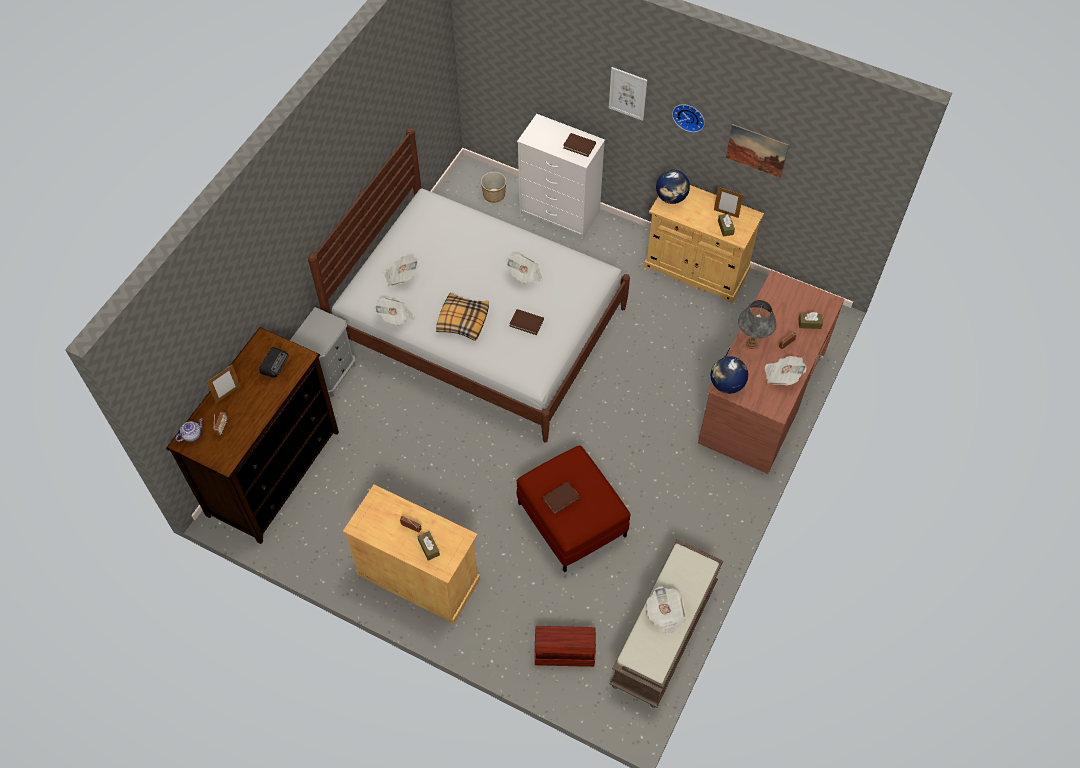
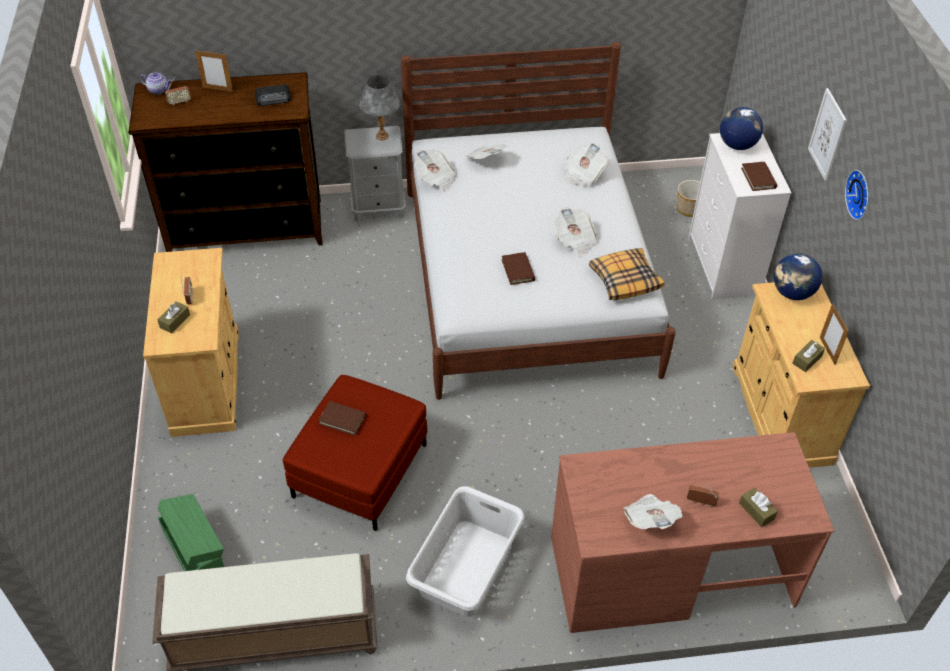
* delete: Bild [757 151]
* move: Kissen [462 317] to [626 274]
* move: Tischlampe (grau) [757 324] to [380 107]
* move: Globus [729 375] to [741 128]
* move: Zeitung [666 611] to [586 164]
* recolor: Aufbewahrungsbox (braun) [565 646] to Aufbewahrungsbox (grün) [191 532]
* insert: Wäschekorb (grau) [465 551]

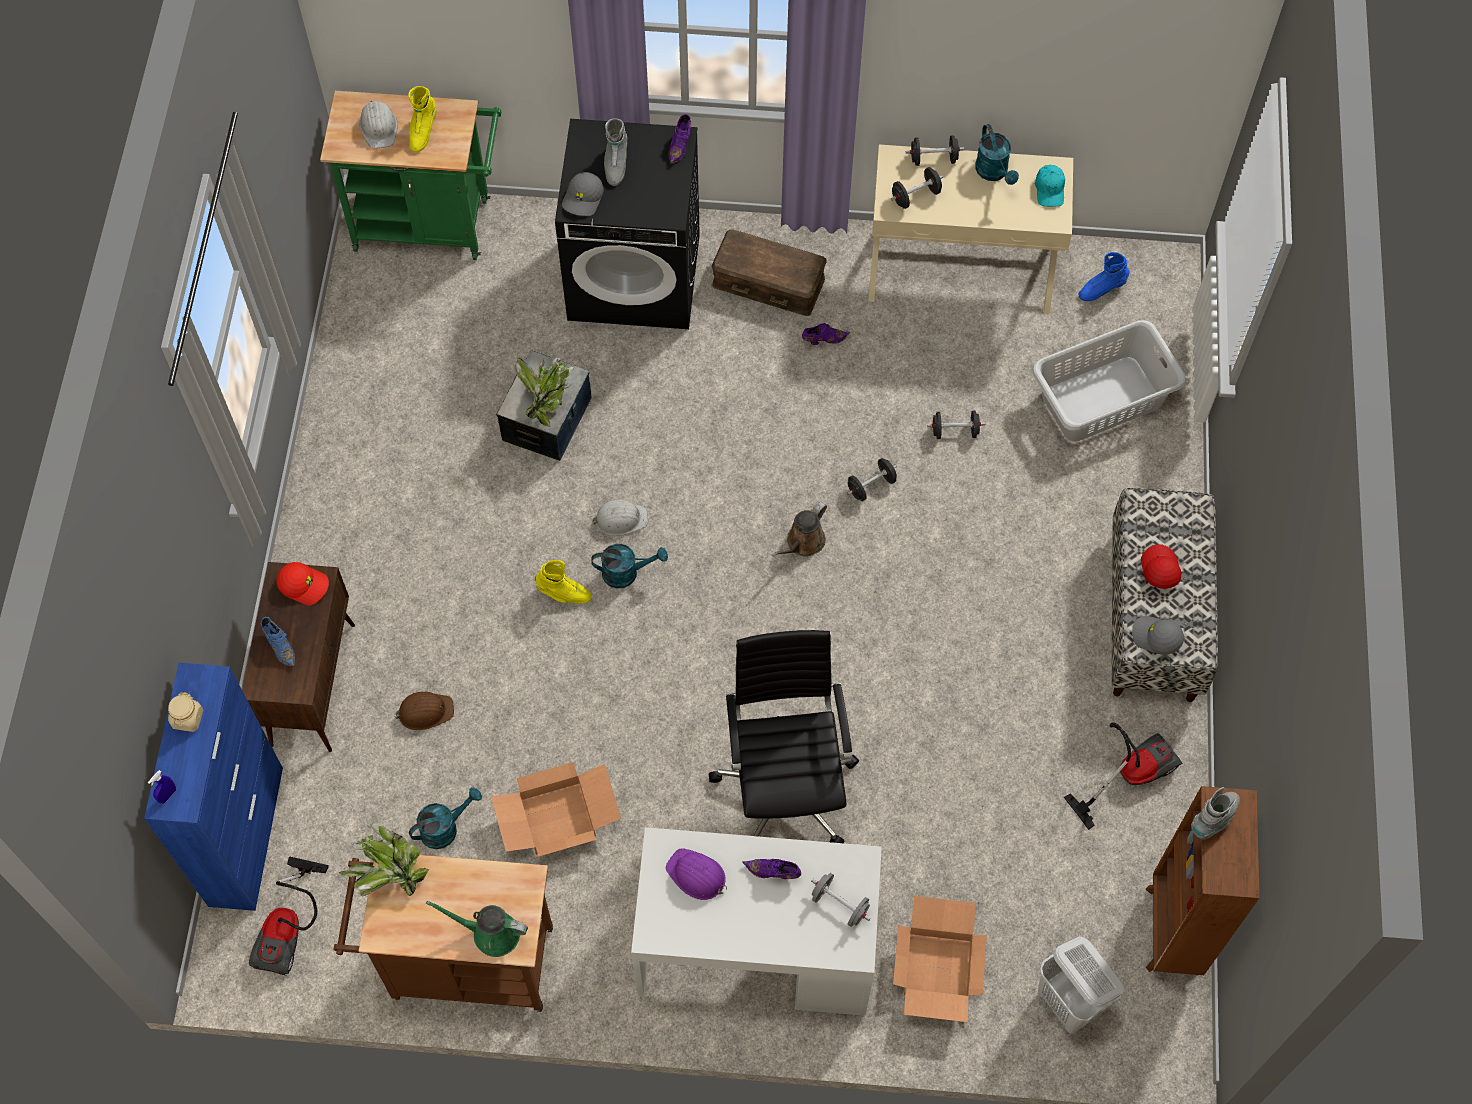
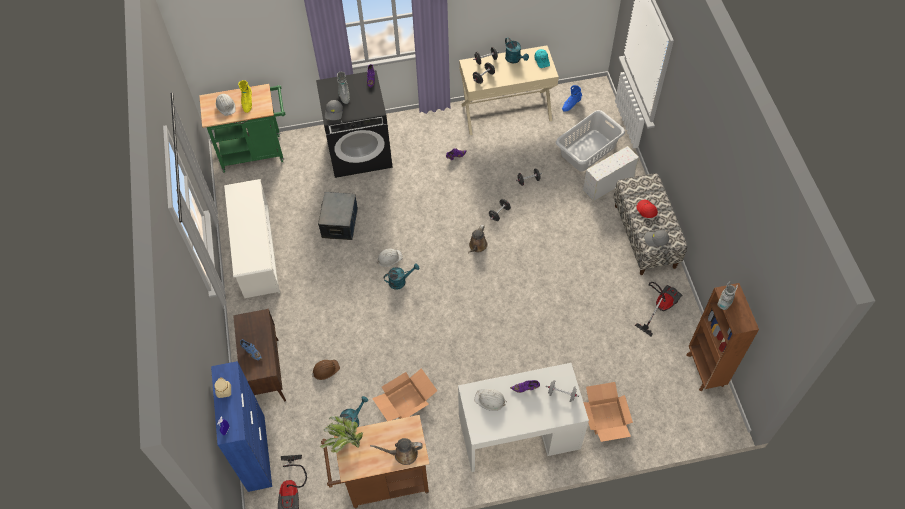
* delete: Aufbewahrungsbox (braun) [769 272]
* delete: Topfpflanze [544 392]
* delete: Stiefel (gelb) [563 582]
* delete: Kappe (rot) [303 583]
* delete: Bürostuhl (schwarz) [784 736]
* recolor: Schutzhelm (lila) [696 874] to Schutzhelm (weiß) [490 400]
* recolor: Gießkanne (grün) [477 929] to Gießkanne (braun) [396 451]
* delete: Wäschekorb (weiß) [1081 985]
* insert: Aufbewahrungsbox (weiß) [611 174]
* insert: Schuhregal (weiß) [252 238]

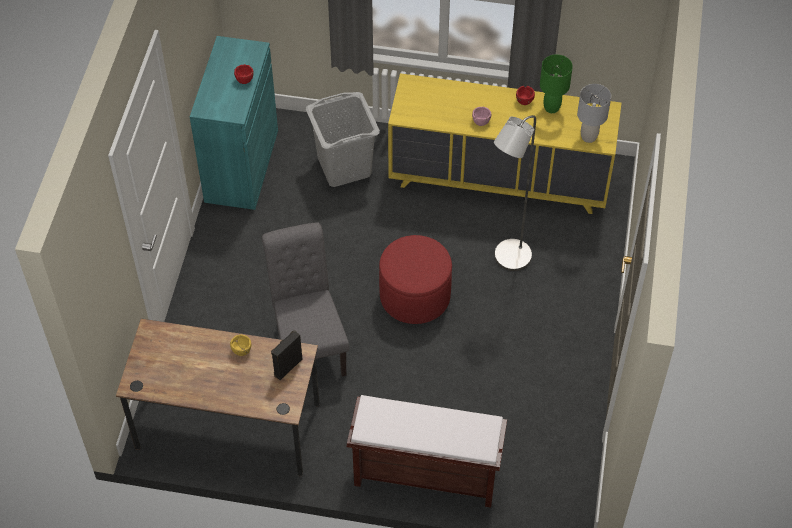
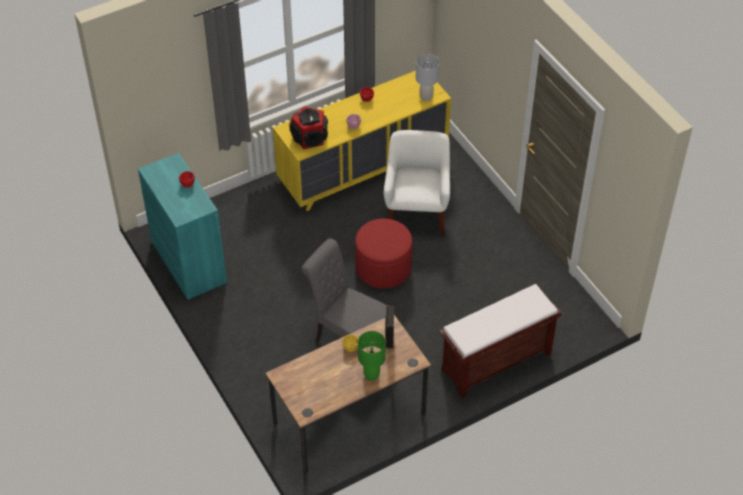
* move: Tischlampe (grün) [556 83] to [372 356]
* delete: Wäschekorb (grau) [343 139]
* replace: Stehlampe (grau) [515 193] to Sessel (weiß) [417 183]
* insert: Lautsprecher [308 127]

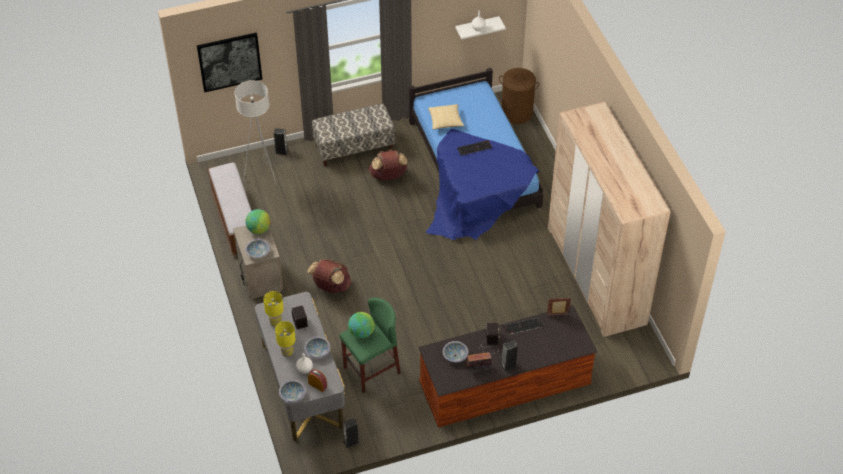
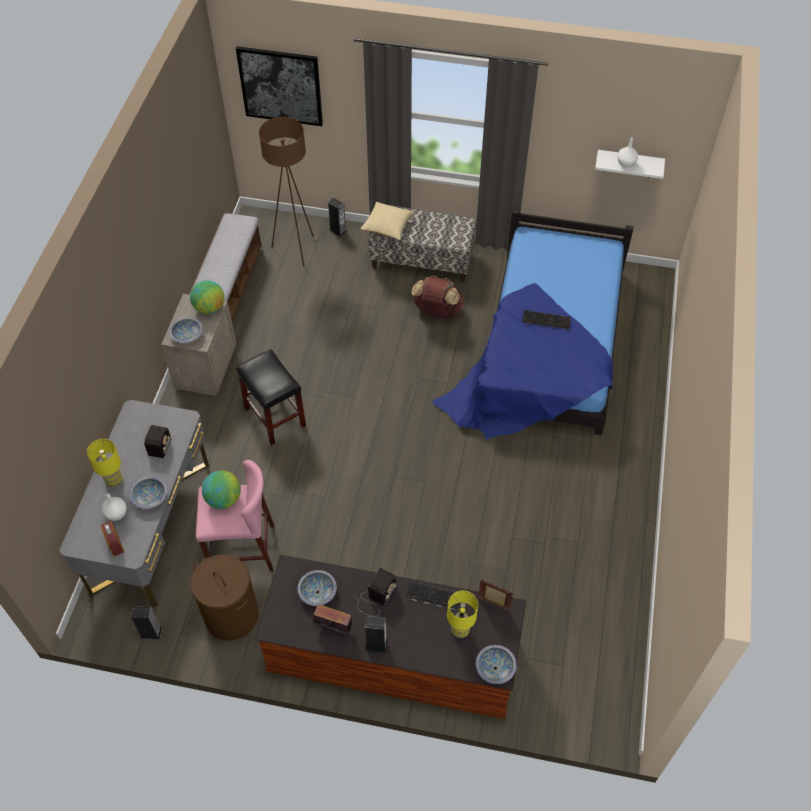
* move: Wäschekorb (braun) [519 96] to [225 597]
* recolor: Stehlampe (weiß) [256 132] to Stehlampe (braun) [286 192]
* delete: Kleiderschrank (beige) [609 219]
* move: Kissen [446 117] to [387 221]
* replace: Rucksack (braun) [329 276] to Hocker (schwarz) [271 397]
* move: Tischlampe (gelb) [273 309] to [462 614]
* recolor: Hocker (grün) [370 345] to Hocker (rosa) [235 516]
* move: Schüssel [292 391] to [496 664]

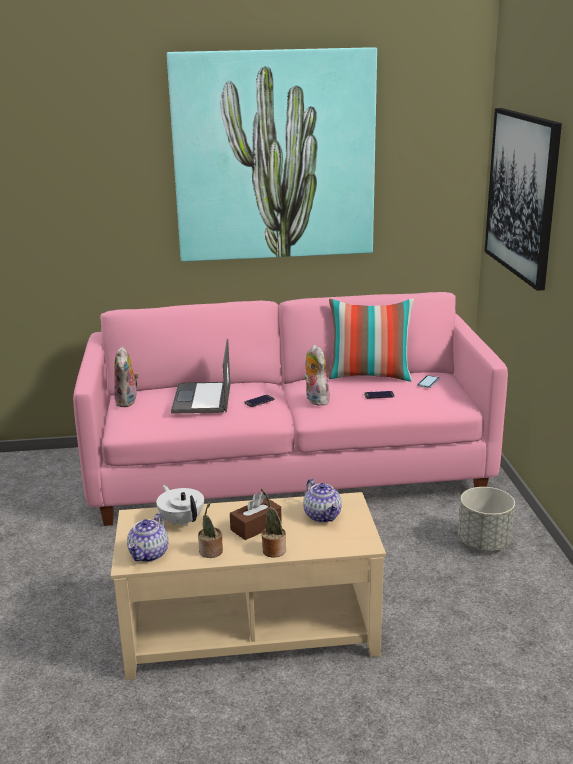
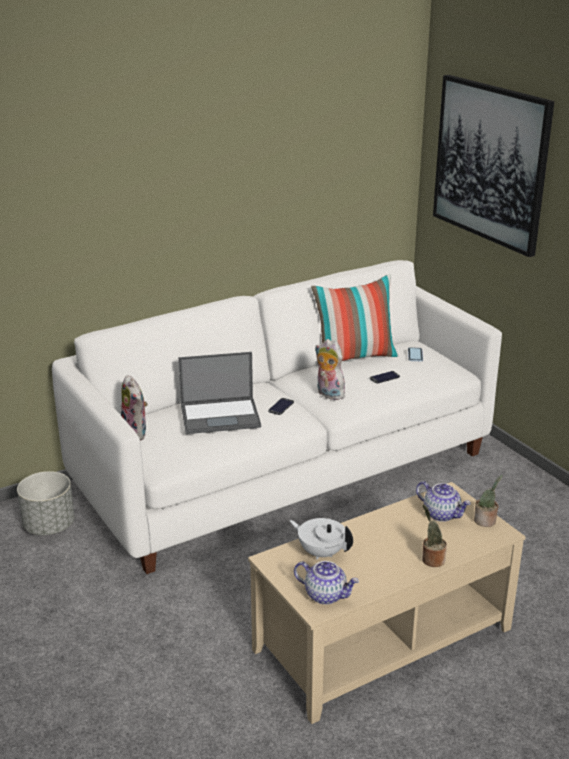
* delete: Bild [272 154]
* recolor: Sofa (rosa) [290 409] to Sofa (weiß) [277 417]
* rotate: Laptop [200 376] = [219 393] 75 degrees counterclockwise
* move: Pflanzkübel (grau) [486 519] to [46 503]
* delete: Taschentuchbox (braun) [256 516]
* move: Topfpflanze [210 529] to [488 501]
* rotate: Teekanne [147 537] = [326 583] 60 degrees counterclockwise

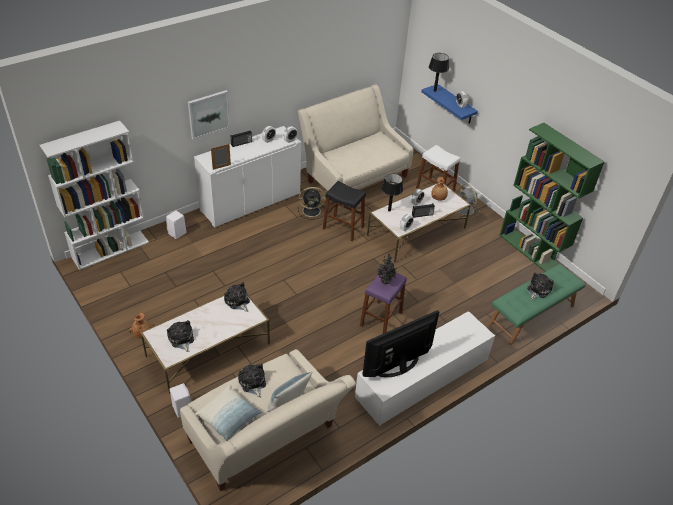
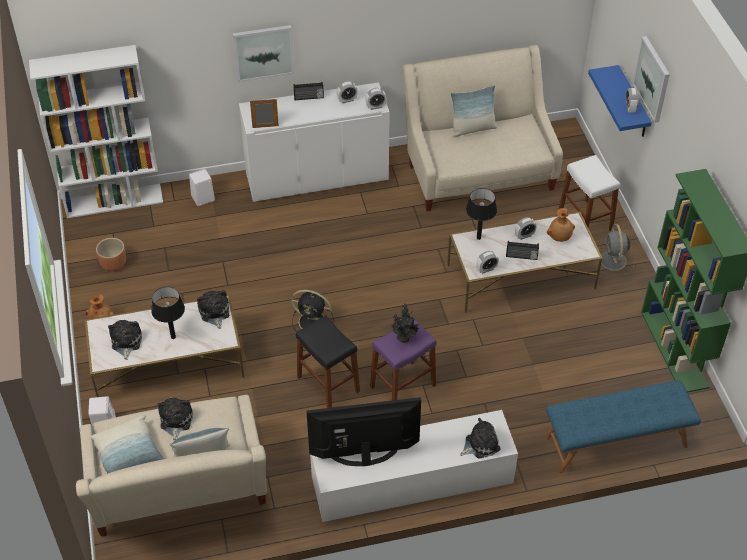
* move: Tischlampe (schwarz) [439 72] to [168 313]
* move: Hocker (schwarz) [344 211] to [328 361]
* move: Ventilator (schwarz) [311 203] to [312 311]
* recolor: Bank (grün) [537 304] to Bank (blau) [623 427]
* move: Plüschtier [540 286] to [480 438]
* insert: Bild [651 79]
* insert: Kissen [473 111]
* insert: Pflanzkübel (braun) [111 254]

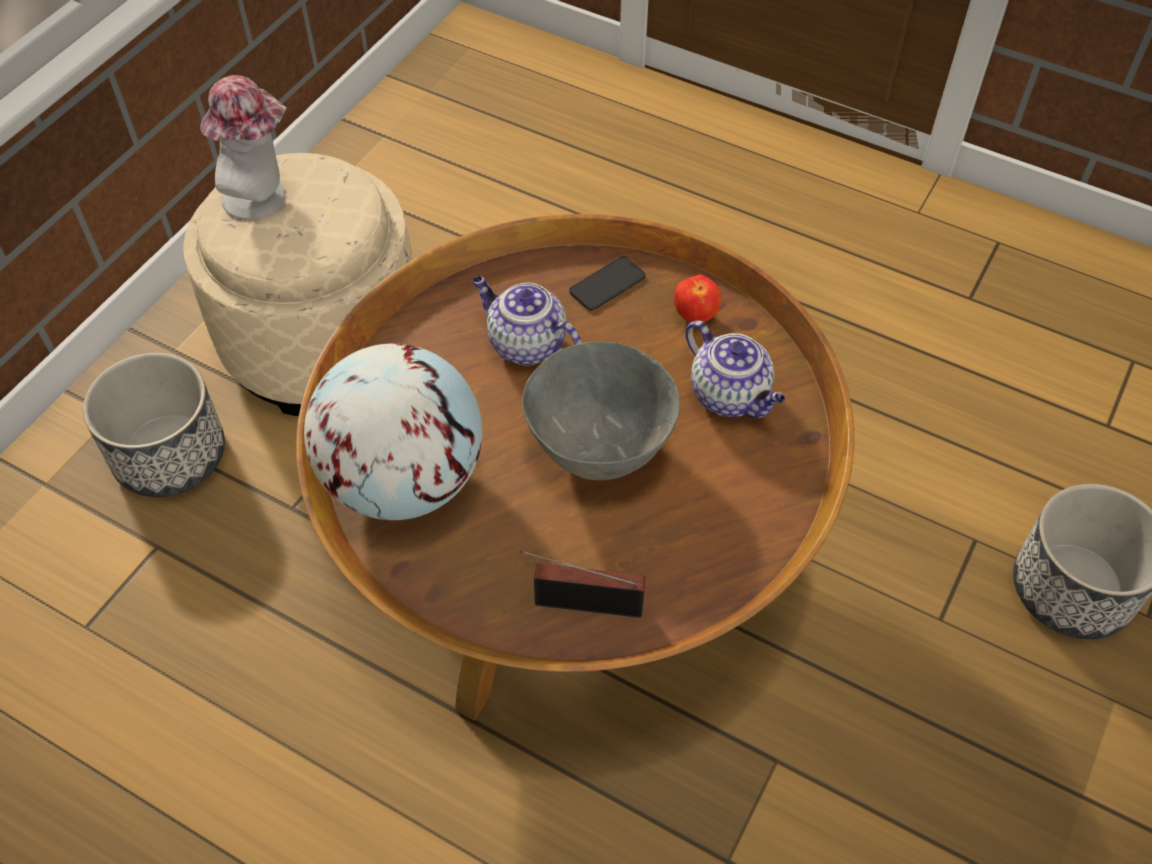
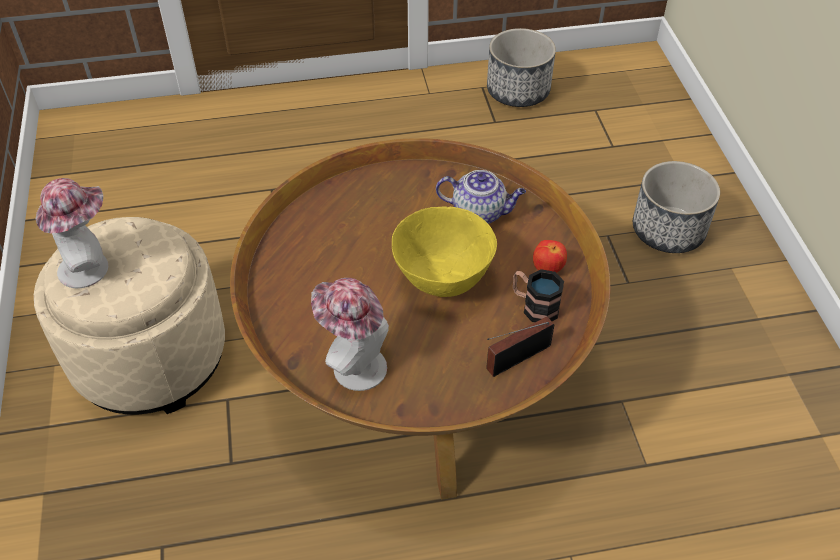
* delete: Handy [607 283]
* move: Apfel [697 298] to [550 256]
* delete: Teekanne [527 321]
* recolor: Schüssel (grau) [601 411] to Schüssel (gelb) [444 252]
* replace: Globus [393 431] to Hut [350 334]
* move: Pflanzkübel [154 425] to [521 67]
* insert: Henkelbecher [538 296]

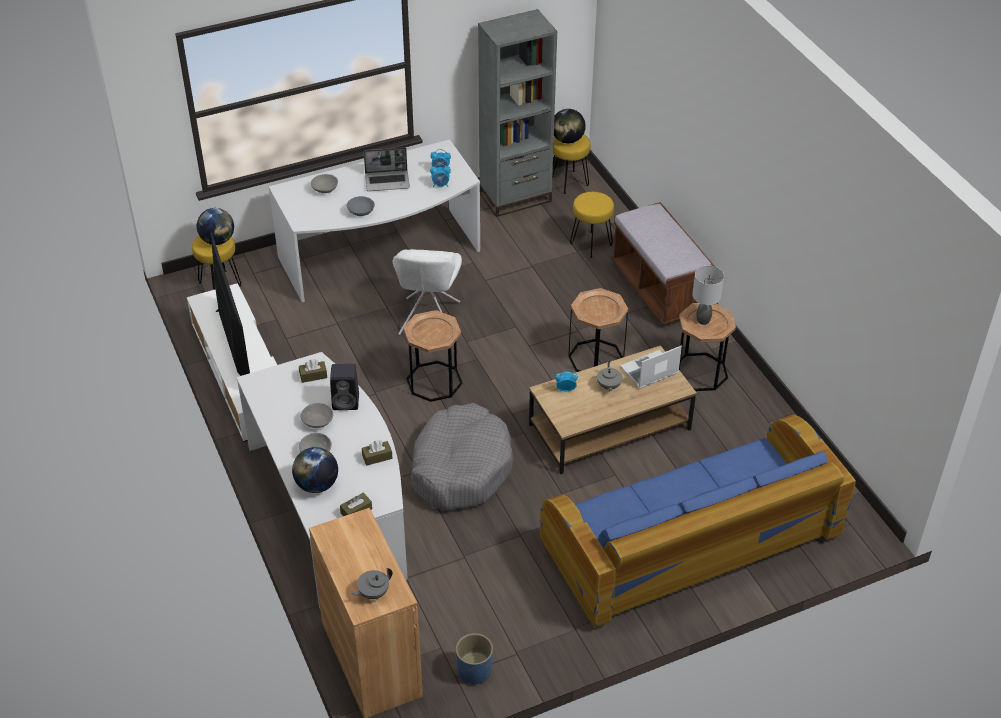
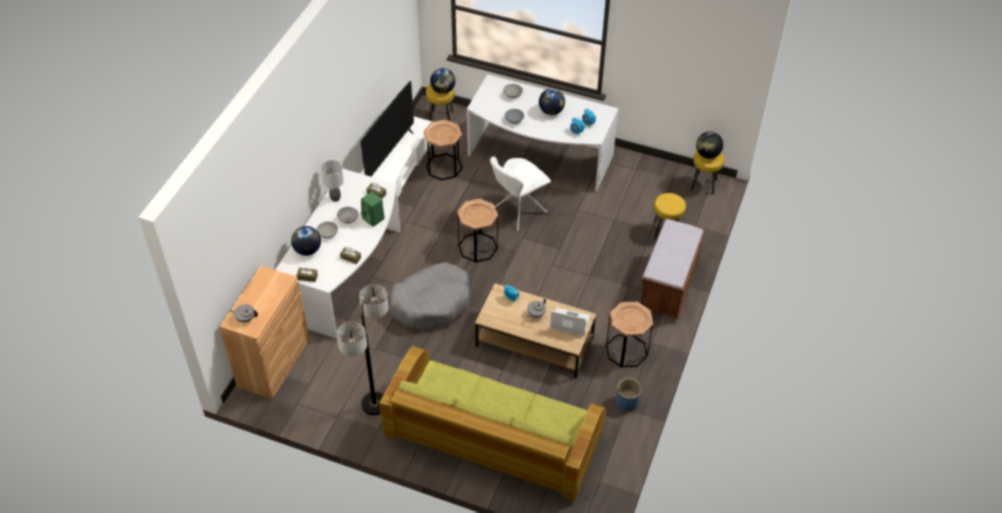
* delete: Bücherregal (grau) [517 113]
* replace: Laptop [386 169] to Globus [552 101]
* move: Tischlampe (grau) [708 295] to [332 181]
* move: Beistelltisch (braun) [598 330] to [443 150]
* recolor: Lautsprecher (schwarz) [344 387] to Lautsprecher (grün) [373 209]
* recolor: Sofa (blau) [698 521] to Sofa (grün) [492 423]
* move: Pflanzkübel (blau) [474 658] to [629 395]
* insert: Stehlampe [363 349]

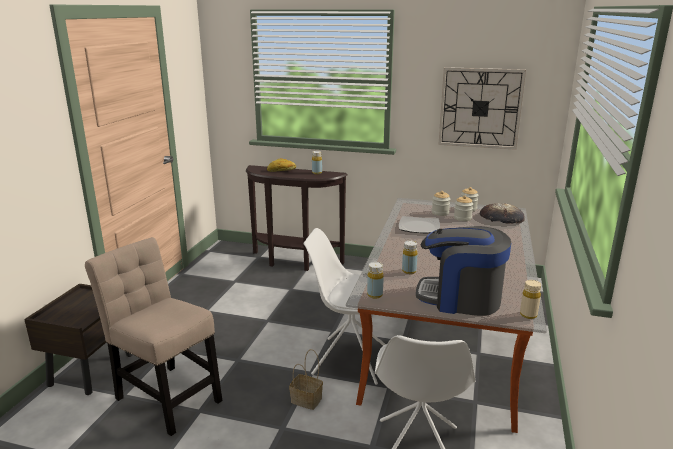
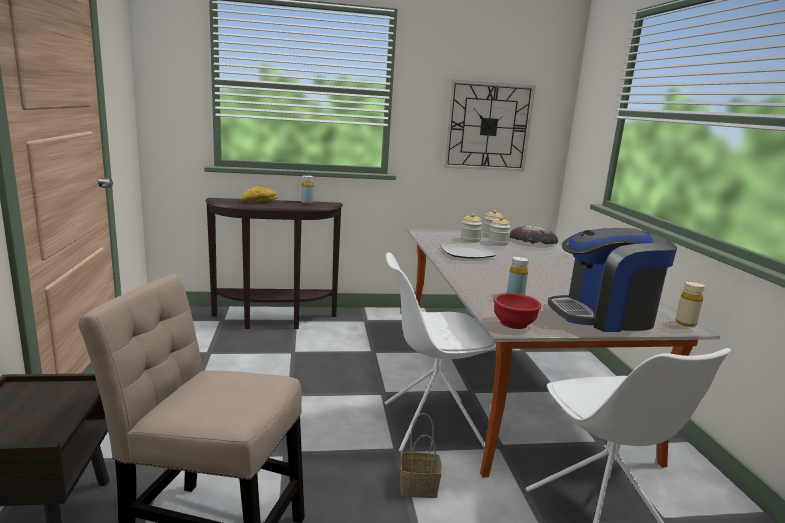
* replace: Flasche (gelb) [375 280] to Schüssel (rot) [517 311]

